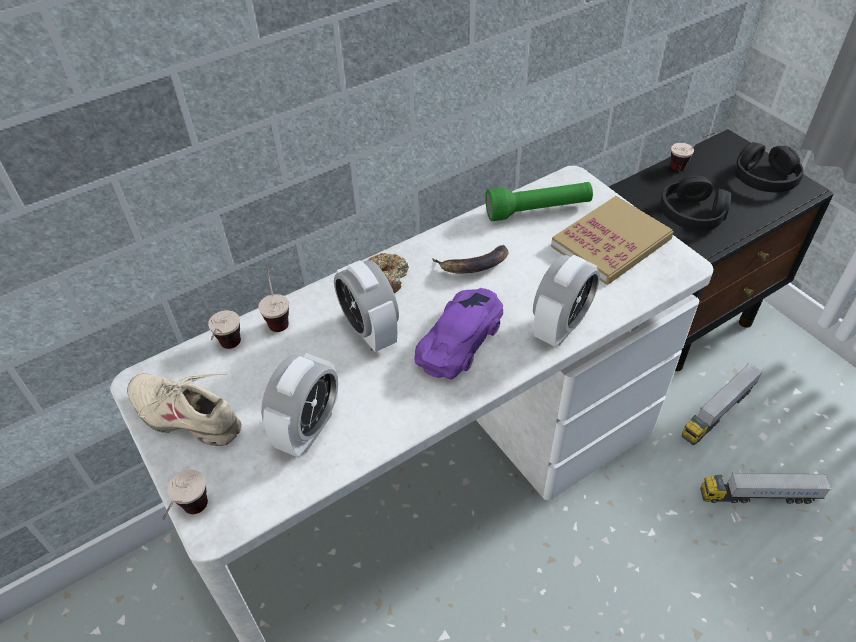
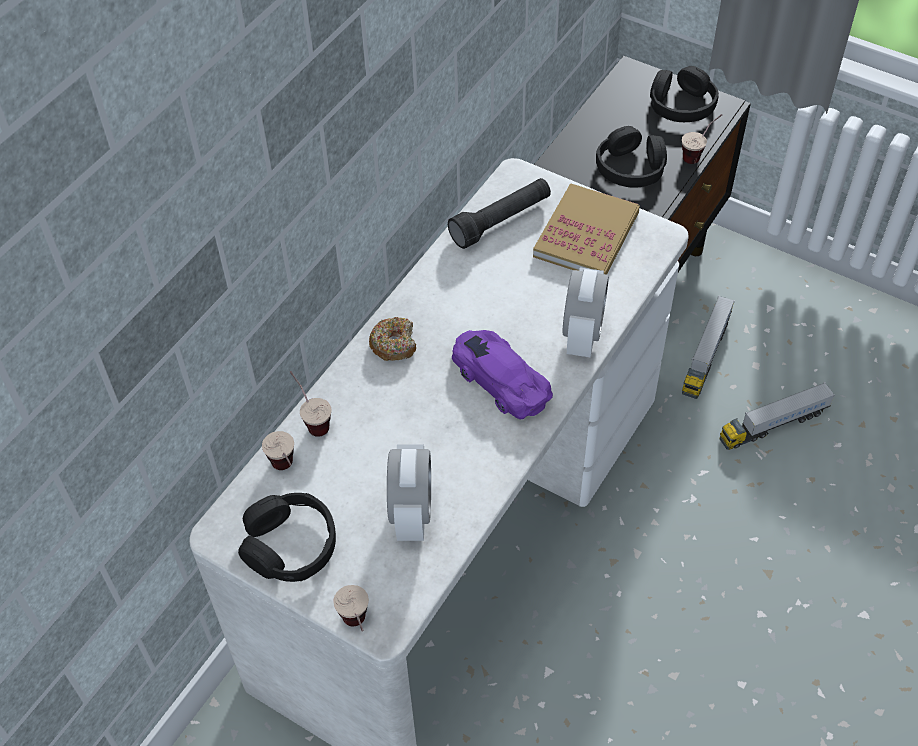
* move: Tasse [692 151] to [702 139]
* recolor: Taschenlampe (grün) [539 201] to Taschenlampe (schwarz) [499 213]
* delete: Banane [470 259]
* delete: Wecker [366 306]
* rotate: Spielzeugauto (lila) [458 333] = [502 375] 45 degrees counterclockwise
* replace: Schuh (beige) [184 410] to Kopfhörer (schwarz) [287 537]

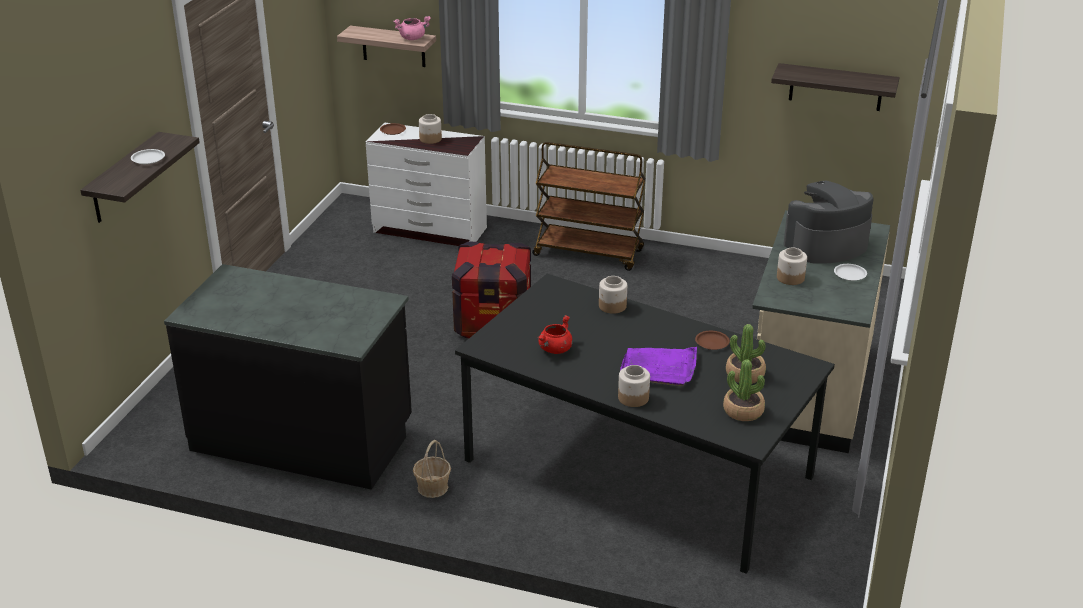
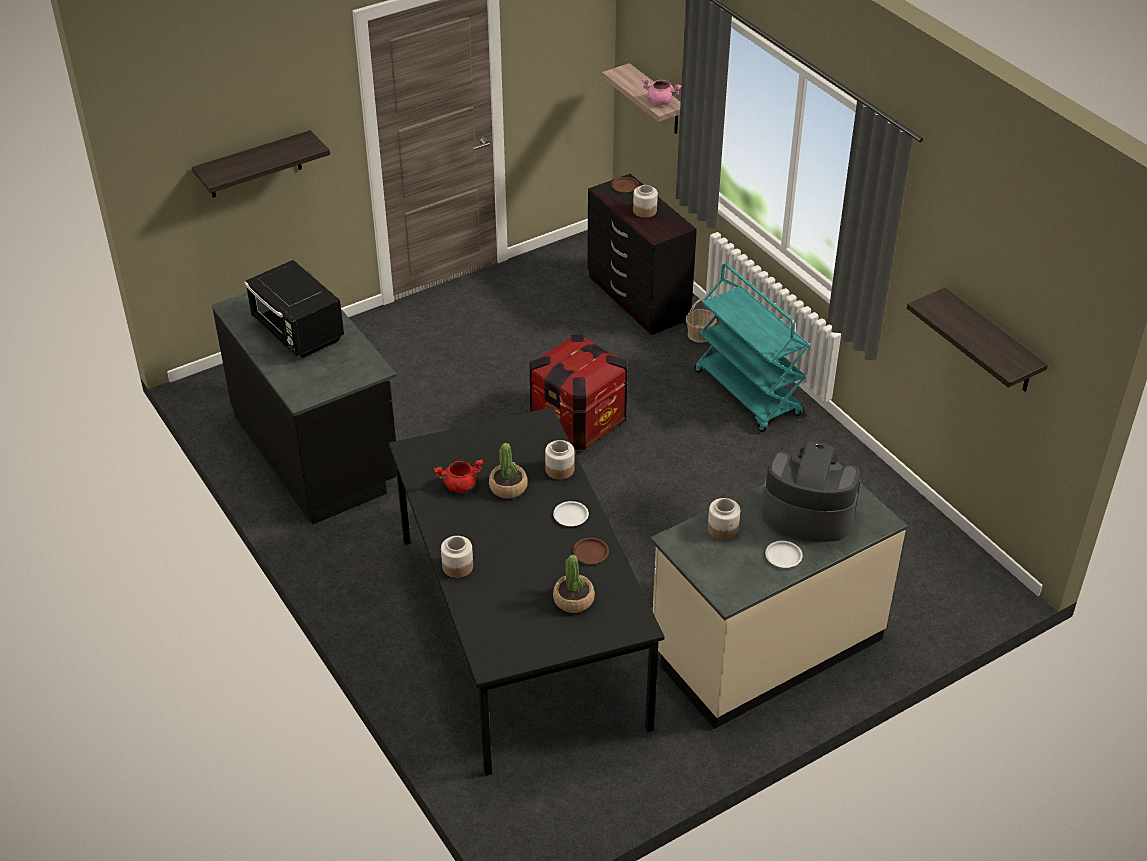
* recolor: Kommode (weiß) [426 184] to Kommode (schwarz) [642 254]
* recolor: Rollwagen (braun) [589 206] to Rollwagen (türkis) [752 347]
* move: Teller (weiß) [148 156] to [571 513]
* delete: Tablett (lila) [658 366]
* move: Topfpflanze [744 390] to [508 471]
* move: Korb [432 469] to [701 320]
* insert: Mikrowelle (schwarz) [294 309]

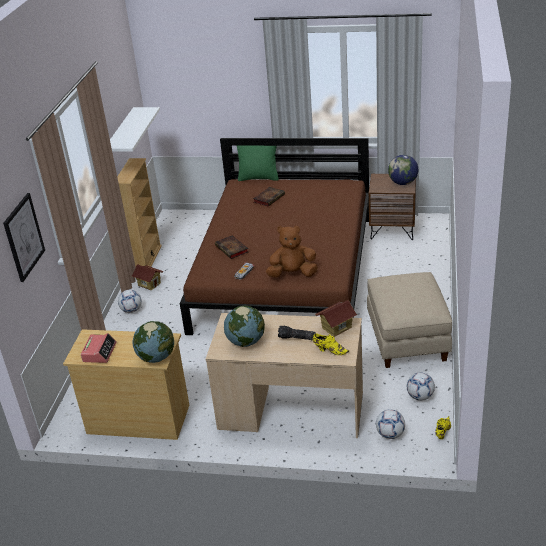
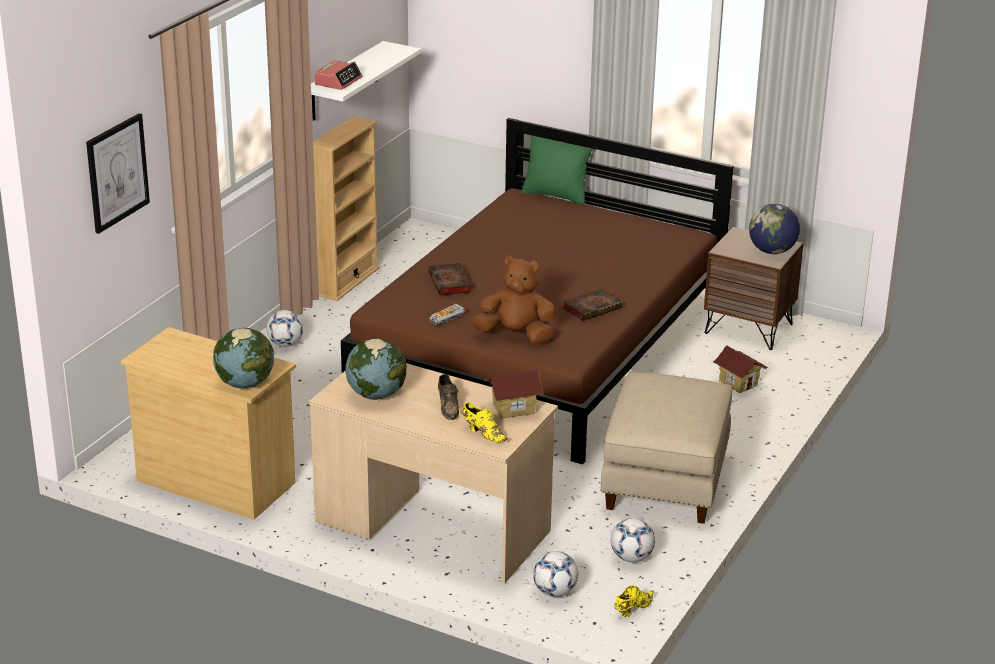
* move: Buch [269 197] to [592 305]
* move: Spielzeughaus [148 277] to [740 369]
* replace: Taschenlampe [297 333] to Schuh (braun) [448 397]
* move: Wecker [99 348] to [338 75]

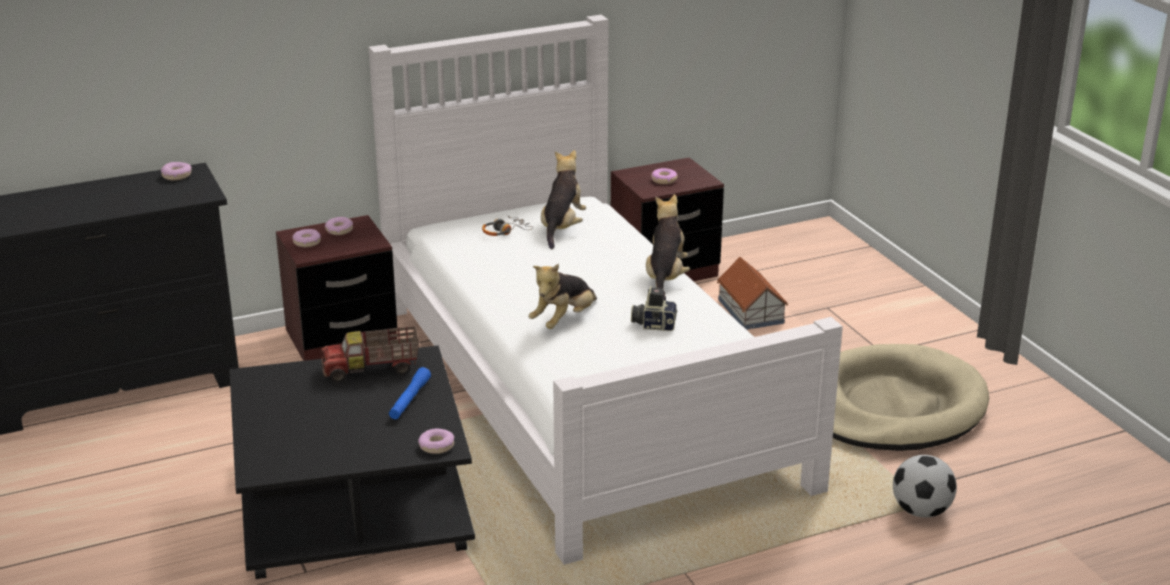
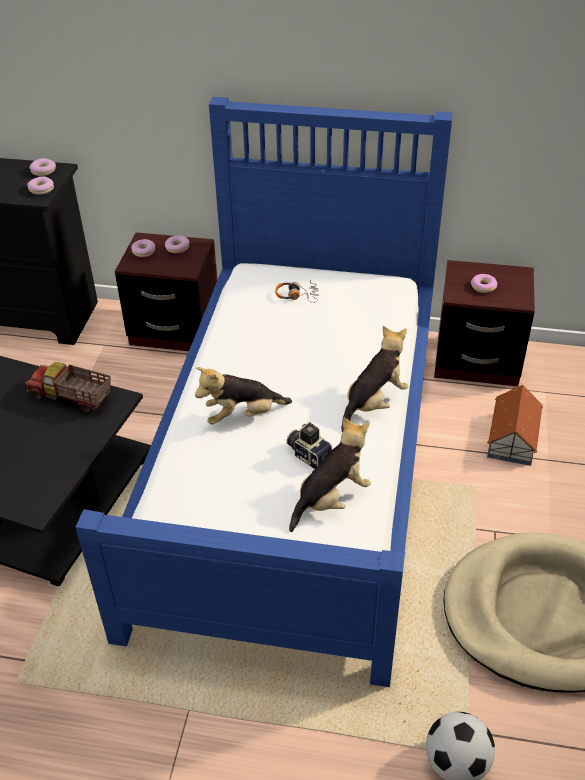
* recolor: Bett (weiß) [605 290] to Bett (blau) [264 392]
* move: Plüschtier [563 199] to [330 474]
* delete: Taschenlampe (blau) [410 393]
* move: Donut [436 441] to [40 186]

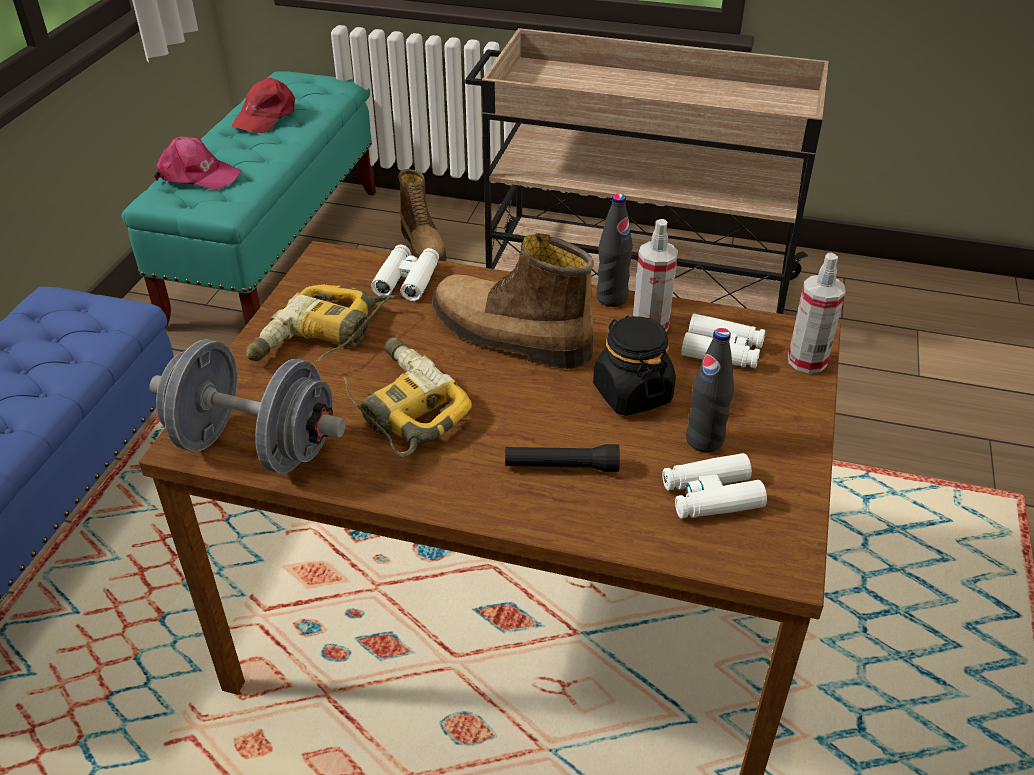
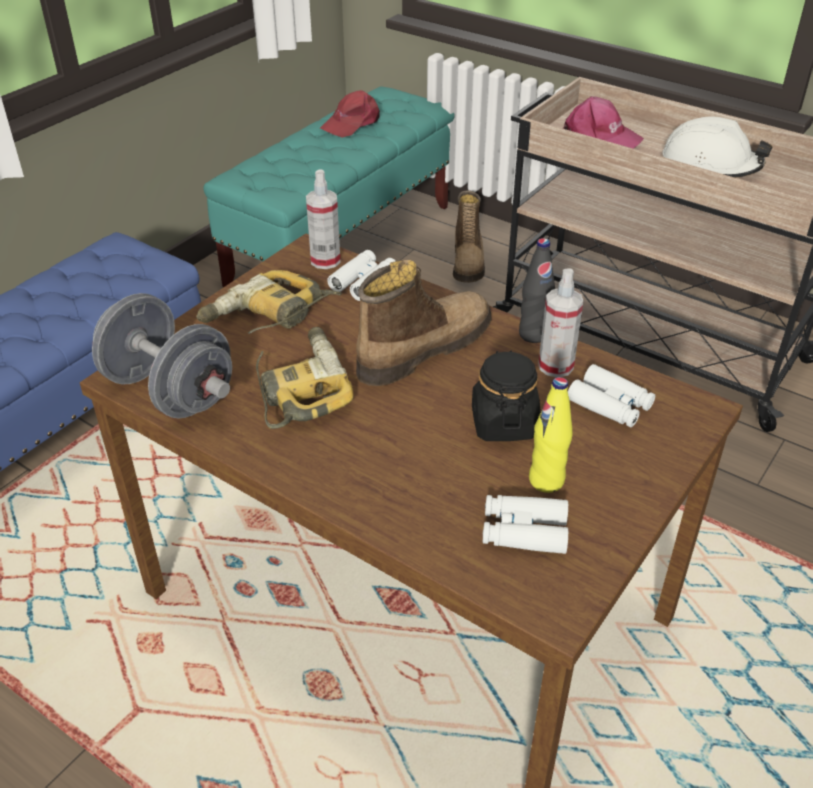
* move: Kappe (rosa) [198 163] to [603 122]
* rotate: Stiefel [513 301] = [423 323] 90 degrees clockwise
* move: Sprühflasche [817 313] to [323 219]
* recolor: Flasche (schwarz) [710 390] to Flasche (gelb) [550 435]
* delete: Taschenlampe (schwarz) [562 458]
* insert: Schutzhelm (weiß) [717 147]

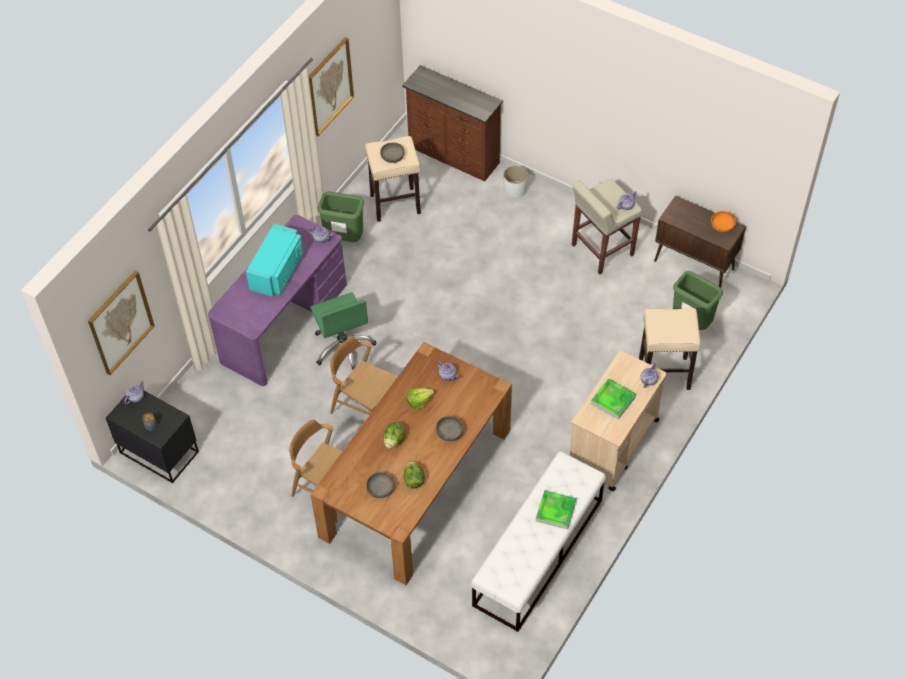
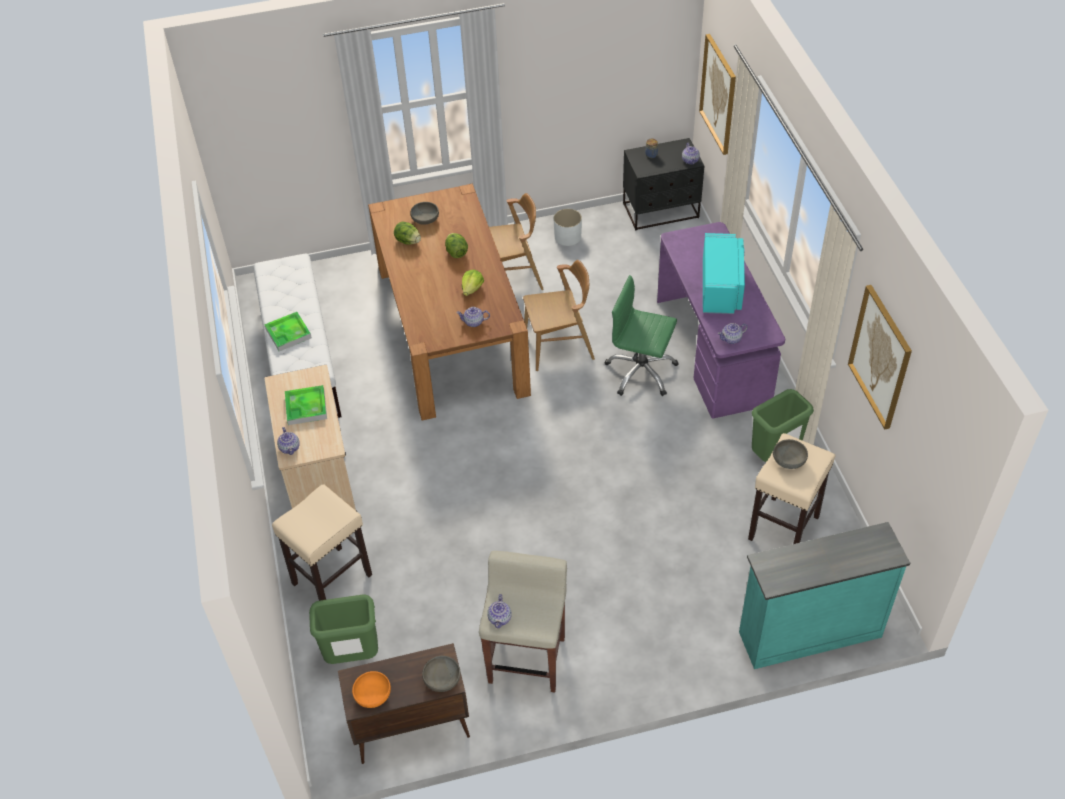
* recolor: Kommode (braun) [452 123] to Kommode (türkis) [824 595]
* move: Pflanzkübel (weiß) [515 181] to [568 227]
* rotate: Mikrowelle (türkis) [275 260] = [724 273] 150 degrees counterclockwise
* move: Schüssel (grau) [449 428] to [441 674]

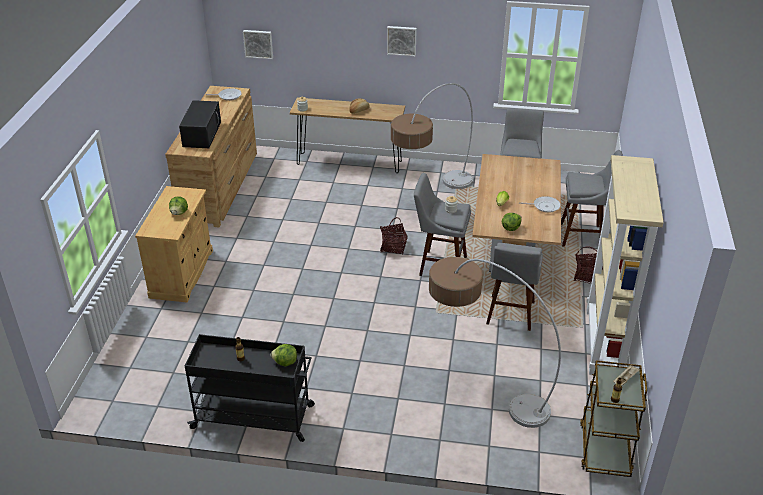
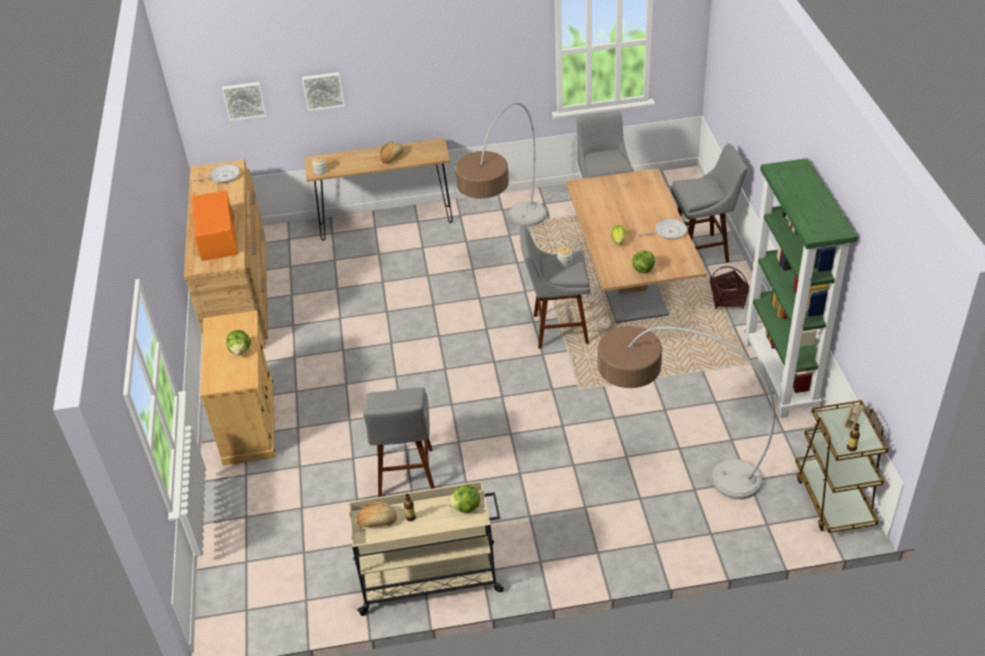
* move: Bild [402 41] to [323 91]
* recolor: Mikrowelle (schwarz) [200 124] to Mikrowelle (orange) [214 225]
* recolor: Bücherregal (beige) [625 265] to Bücherregal (grün) [800 288]
* delete: Korb [394 236]
* move: Hocker (grau) [514 287] to [399 442]
* recolor: Rollwagen (schwarz) [250 388] to Rollwagen (beige) [426 548]
* insert: Brot [377 514]

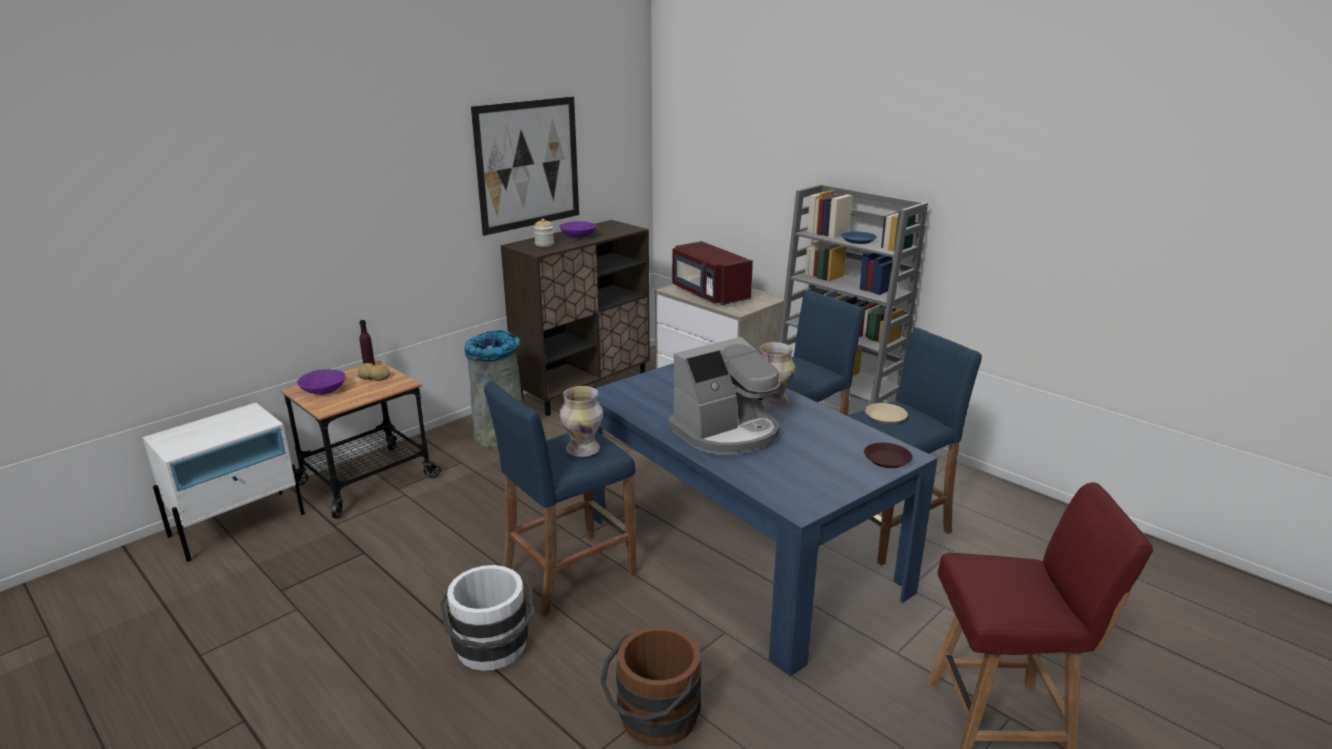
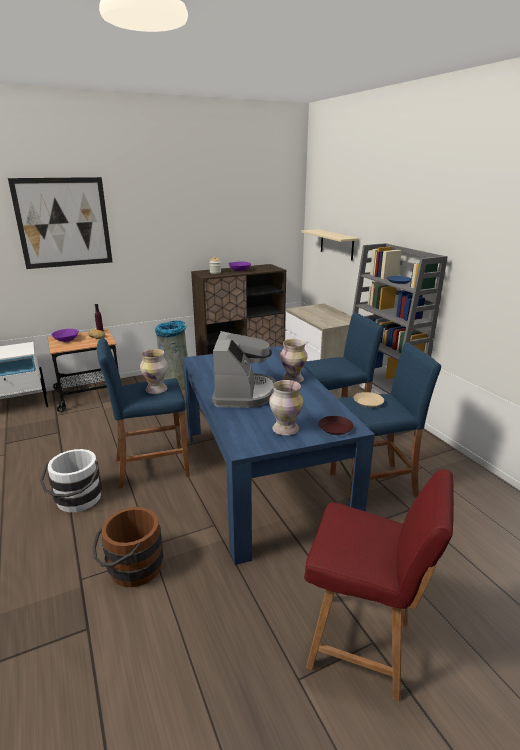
* move: Bild [525 166] to [60 223]
* delete: Mikrowelle (rot) [712 273]
* rotate: Kaffeemaschine [724 396] = [244 369] 75 degrees counterclockwise
* insert: Wandregal (beige) [330 244]
* insert: Vase [286 407]

